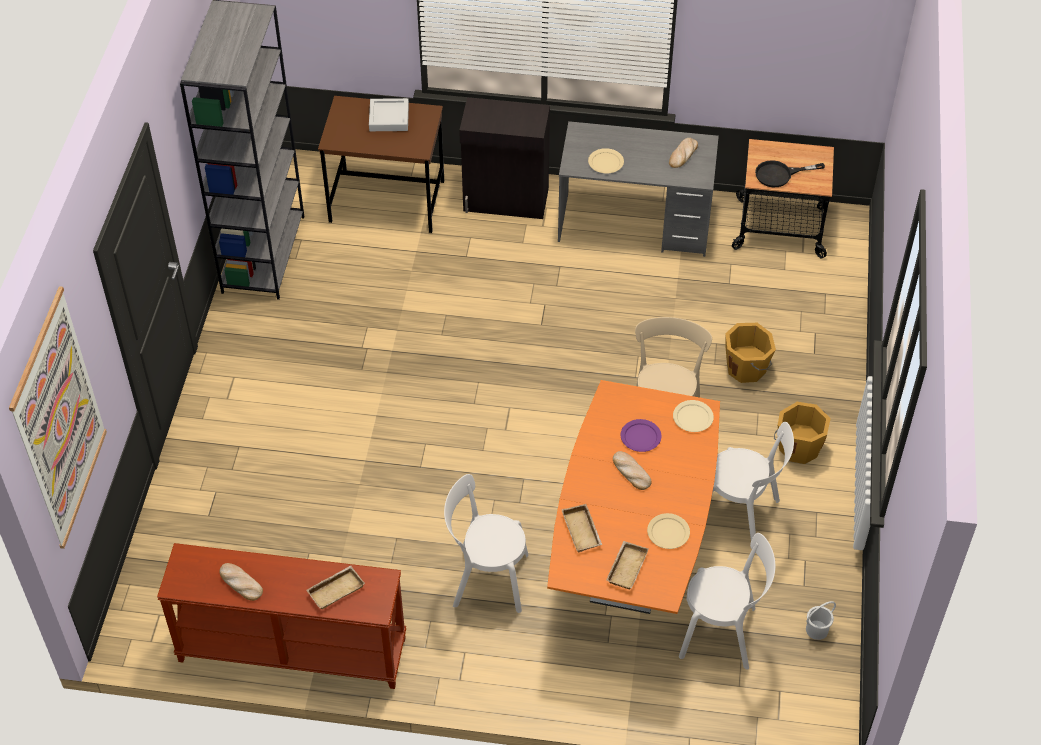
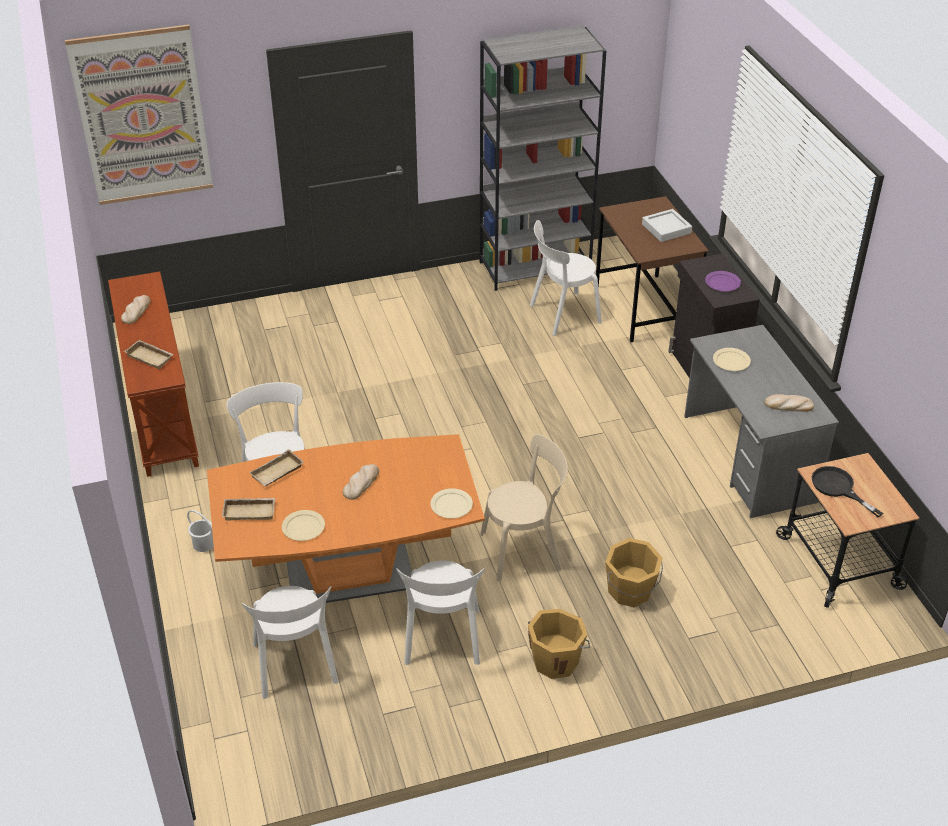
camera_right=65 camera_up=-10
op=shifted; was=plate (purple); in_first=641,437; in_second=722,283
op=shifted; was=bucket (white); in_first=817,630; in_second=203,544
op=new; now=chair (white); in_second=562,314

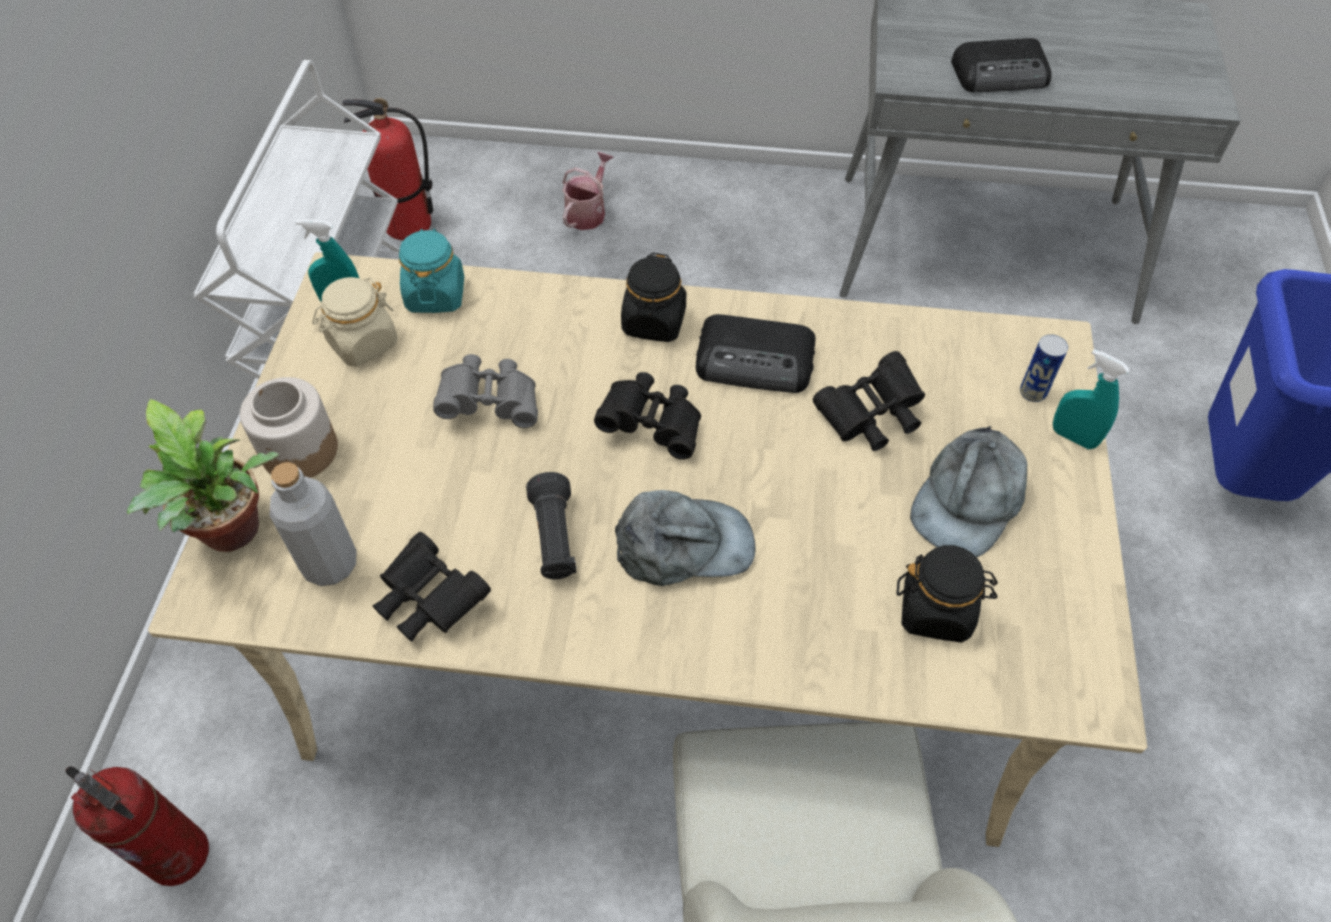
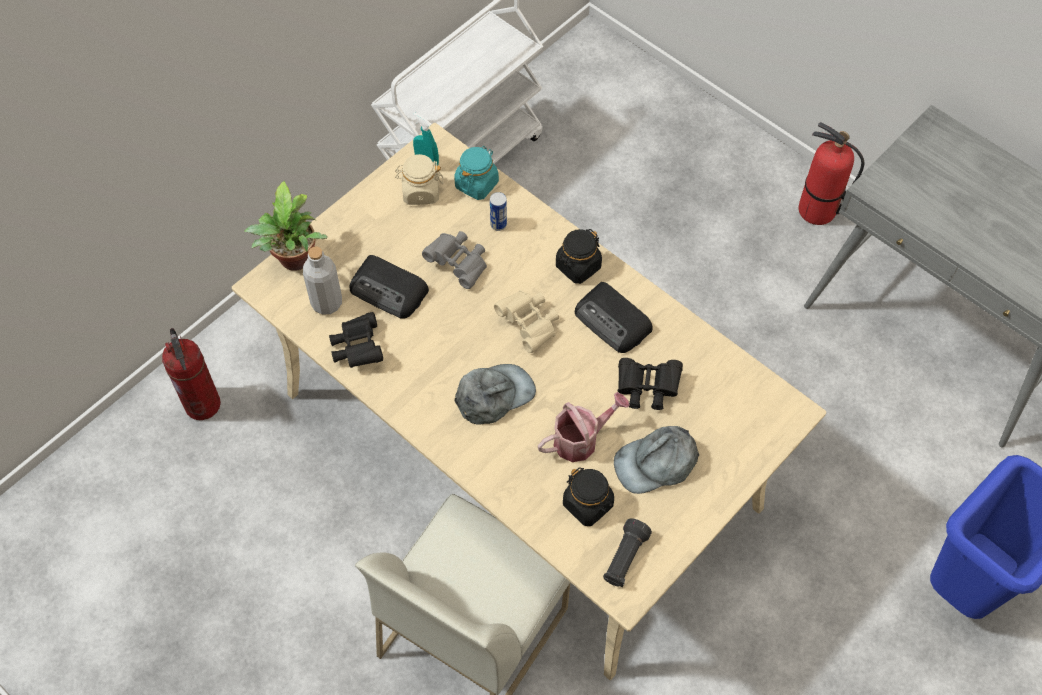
camera_right=35 camera_up=5
op=shifted; was=radio; in_first=1001,74; in_second=390,291
op=shifted; was=fire extinguisher; in_first=407,225; in_second=816,211
op=shifted; was=watering can; in_first=588,212; in_second=581,439
op=shifted; was=can; in_first=1033,392; in_second=498,224
op=gone; was=spray bottle (turquoise); in_first=1073,437
op=repainted; was=binoculars (black); now=binoculars (beige); in_first=653,425; in_second=529,324
op=gone; was=jar; in_first=299,450
op=shifted; was=flashlight (black); in_first=554,539; in_second=624,558
op=rotated; was=cap (grey); in_first=683,544; in_second=494,395; clockwise=-60

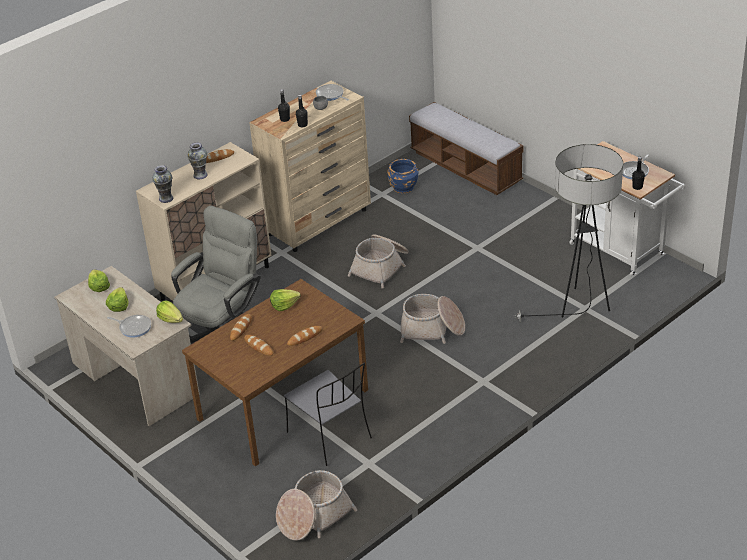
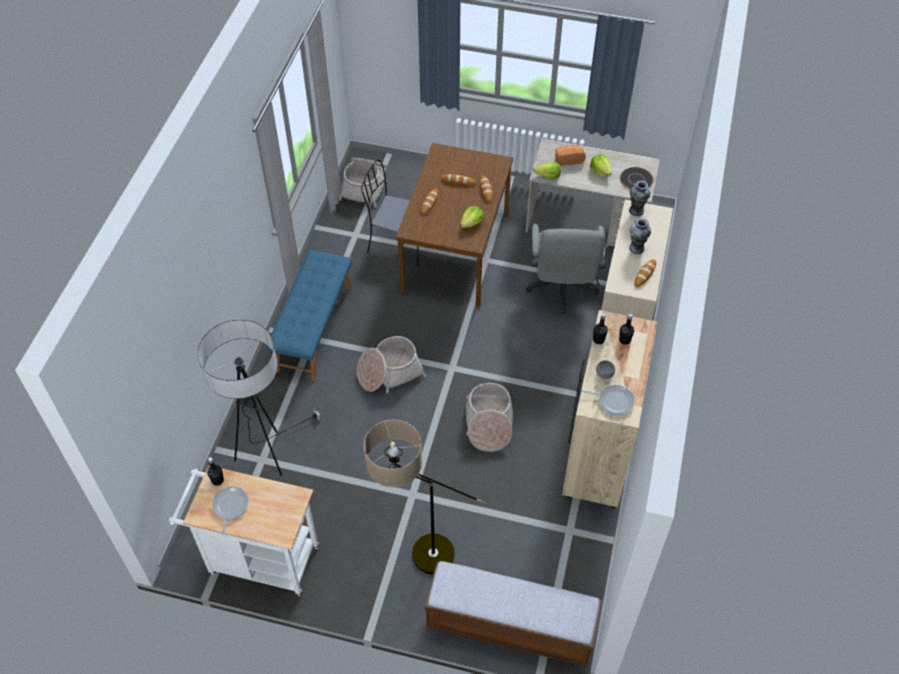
camera_right=145 camera_up=15
op=gone; was=planter (blue); in_first=403,187
op=swapped; was=lettuce; now=plate (black); in_first=99,287; in_second=636,179
op=swapped; was=frying pan; now=bread; in_first=134,327; in_second=568,159
op=new; now=bench (blue); in_second=314,328
op=new; now=floor lamp; in_second=415,554

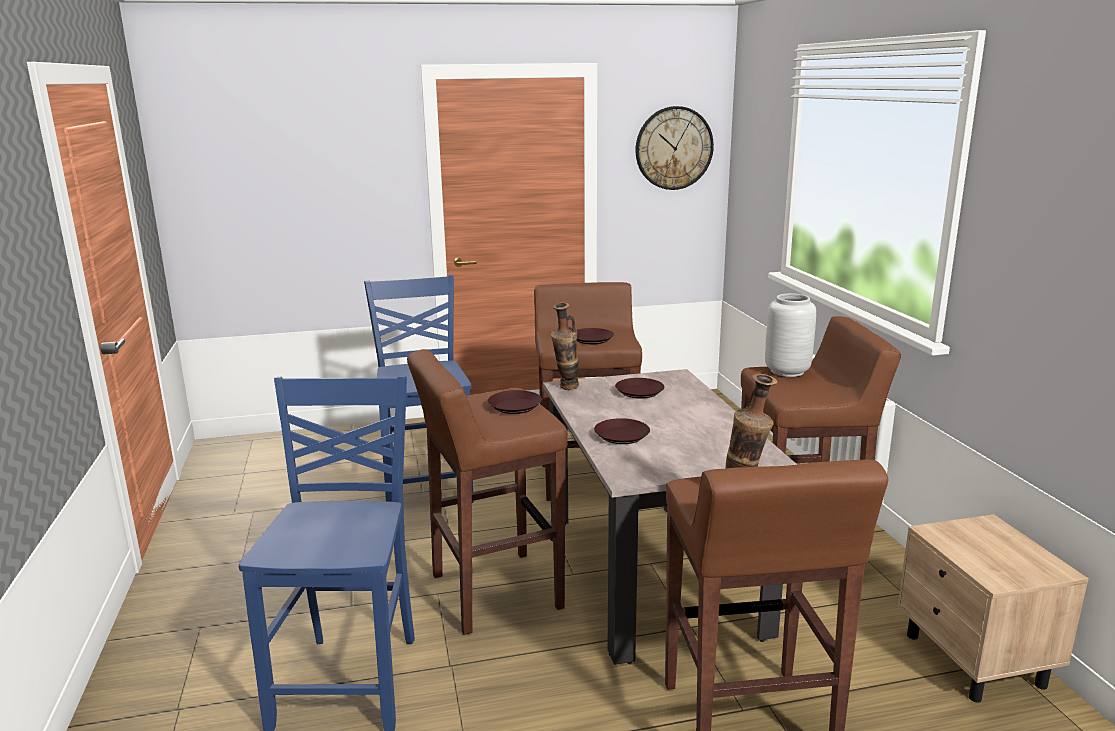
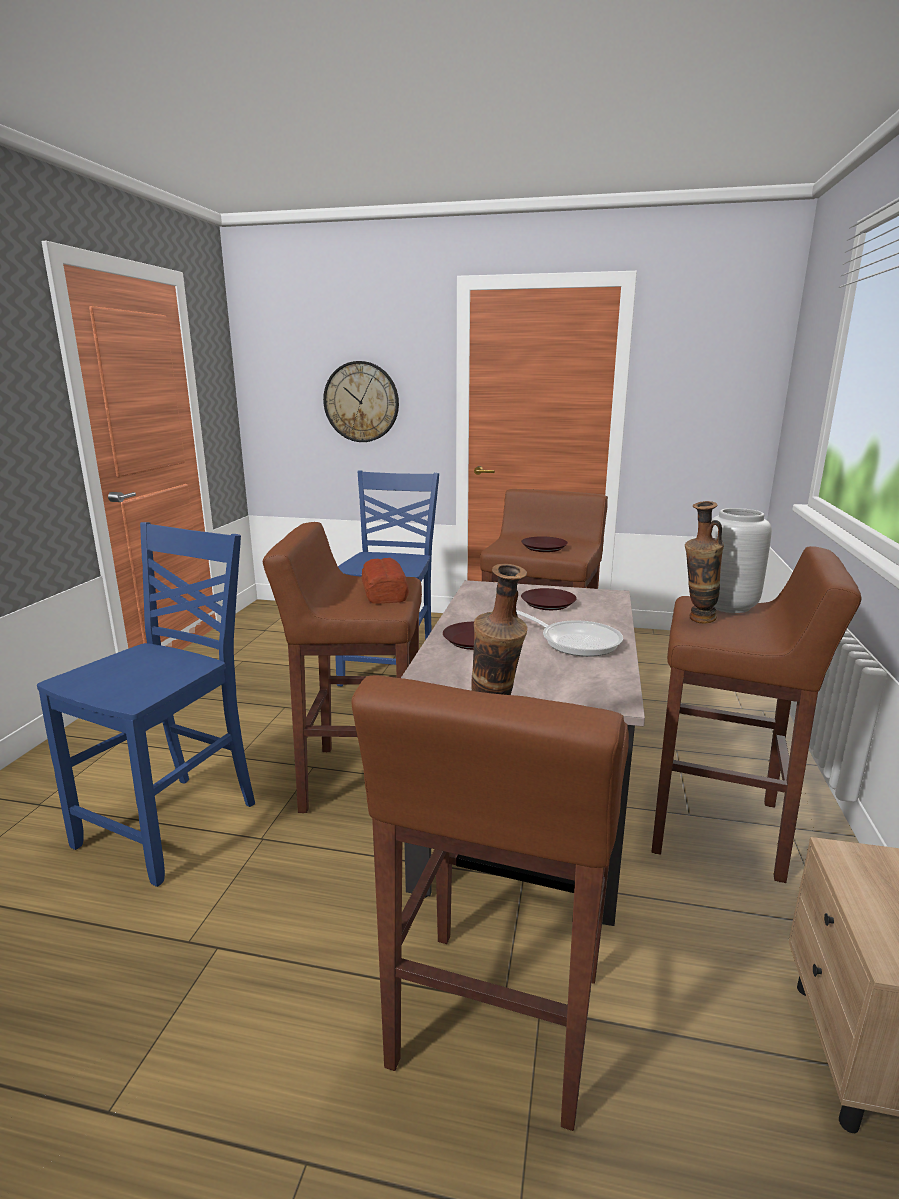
camera_right=25 camera_up=0
op=shifted; was=wall clock; in_first=674,148; in_second=361,402
op=shifted; was=vase; in_first=566,389; in_second=696,621
op=swapped; was=plate (brown); now=bread; in_first=515,406; in_second=385,591
op=new; now=frying pan; in_second=574,641

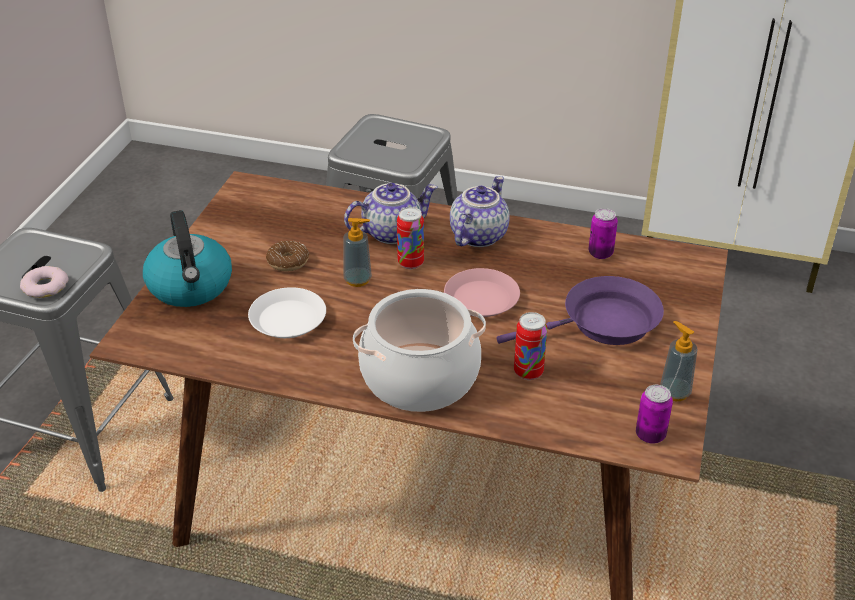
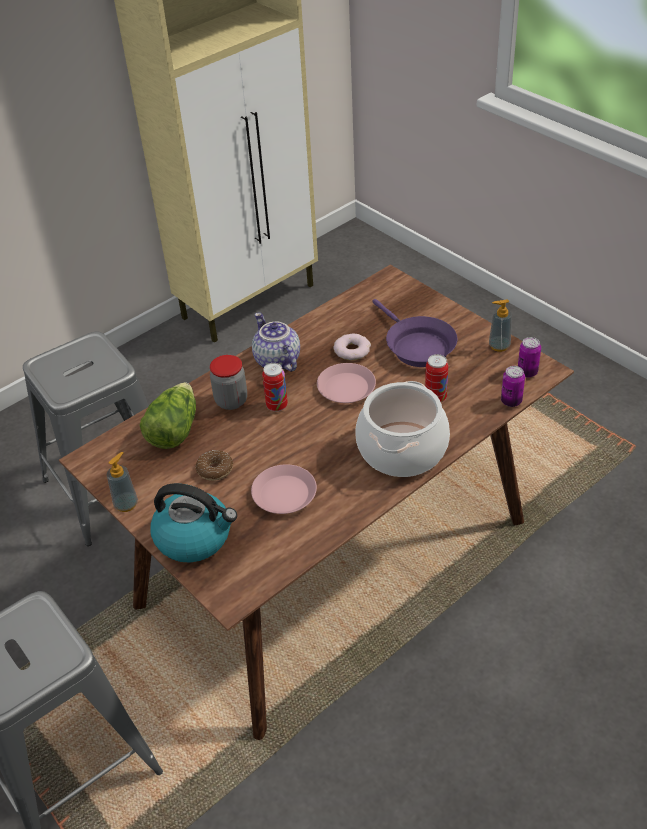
camera_right=-55 camera_up=5
op=swapped; was=teapot; now=jar; in_first=391,232; in_second=231,401
op=shifted; was=can; in_first=600,253; in_second=511,401
op=shifted; was=soap dispenser; in_first=357,280; in_second=126,504
op=shifted; was=donut; in_first=45,286; in_second=352,350
op=rotated; was=frying pan (purple); in_first=603,324; in_second=416,346; clockwise=135
op=repainted; was=plate (white); now=plate (pink); in_first=287,319; in_second=284,494
op=new; now=lettuce; in_second=173,430

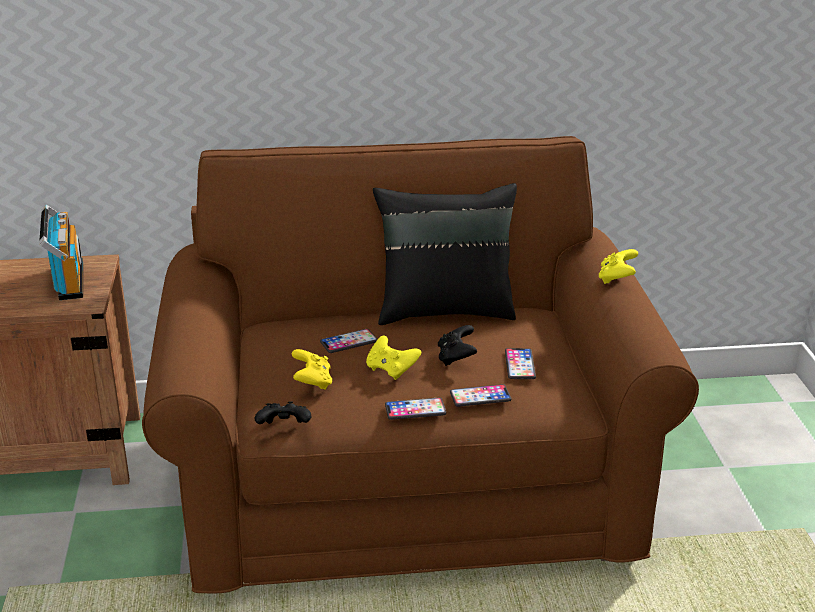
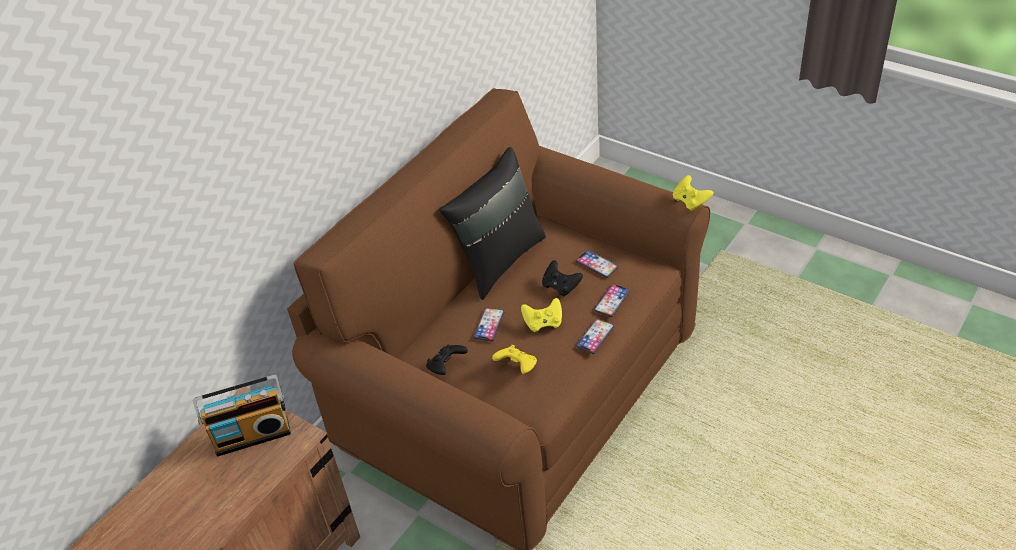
camera_right=-45 camera_up=15
op=rotated; was=radio; in_first=66,281; in_second=252,434; clockwise=135
op=shifted; was=game controller (yellow); in_first=616,278; in_second=690,202
op=shifted; was=game controller (black); in_first=284,428; in_second=446,367

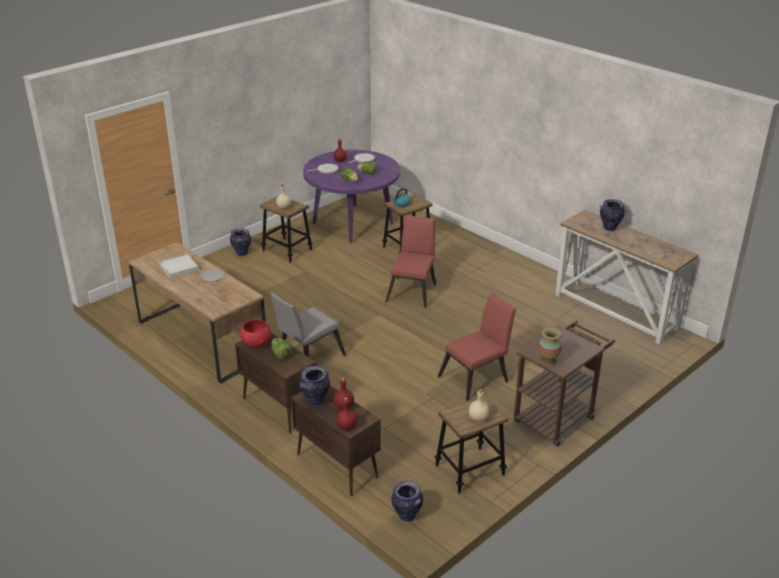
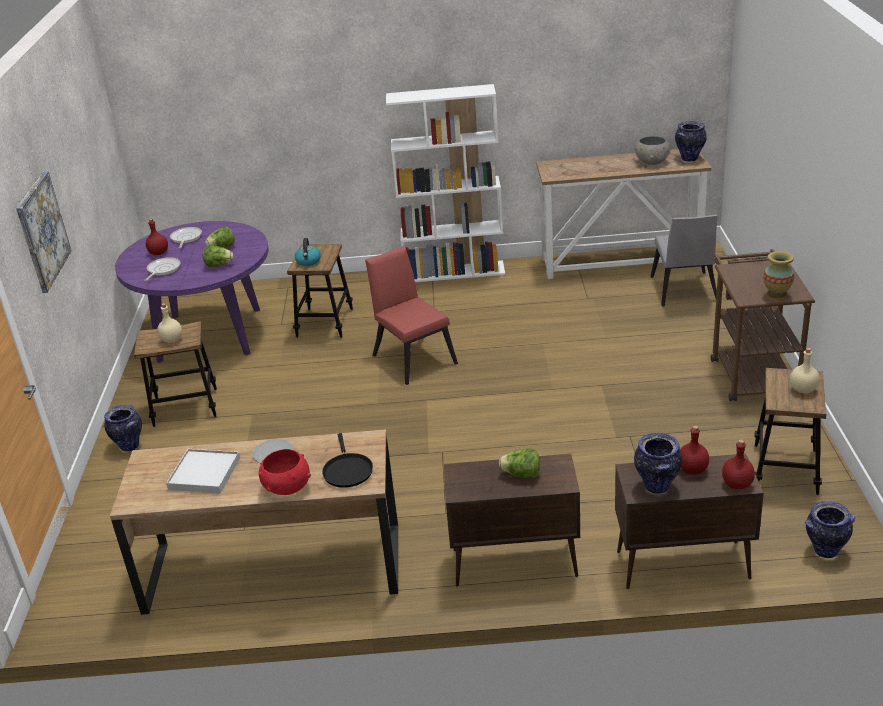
camera_right=-45 camera_up=0
op=shifted; was=vase; in_first=610,228; in_second=689,158
op=shifted; was=chair (grey); in_first=307,357; in_second=683,291
op=gone; was=chair (red); in_first=477,378
op=shifted; was=bowl (red); in_first=256,343; in_second=287,488
op=new; now=bookcase (white); in_second=455,272
op=new; now=bowl (grey); in_second=652,162
op=new; now=picture; in_second=42,231
op=new; now=frying pan (black); in_second=347,471

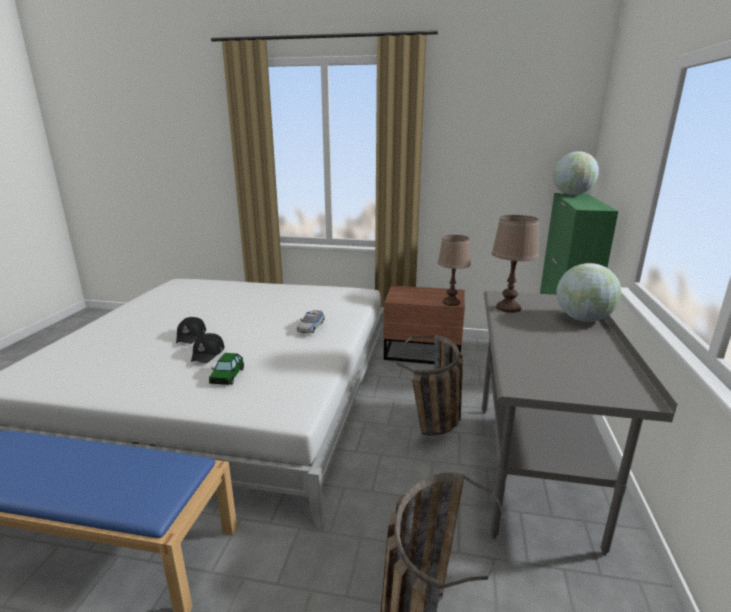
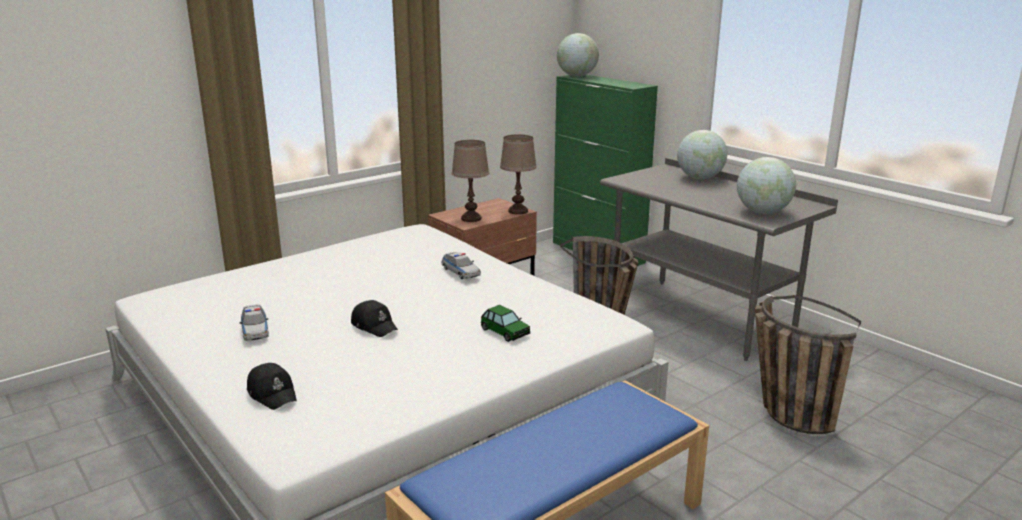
camera_right=-50 camera_up=0
op=shifted; was=table lamp (brown); in_first=508,308; in_second=471,218
op=shifted; was=cap (black); in_first=208,354; in_second=272,393
op=new; now=globe; in_second=762,212
op=new; now=toy car; in_second=255,330

